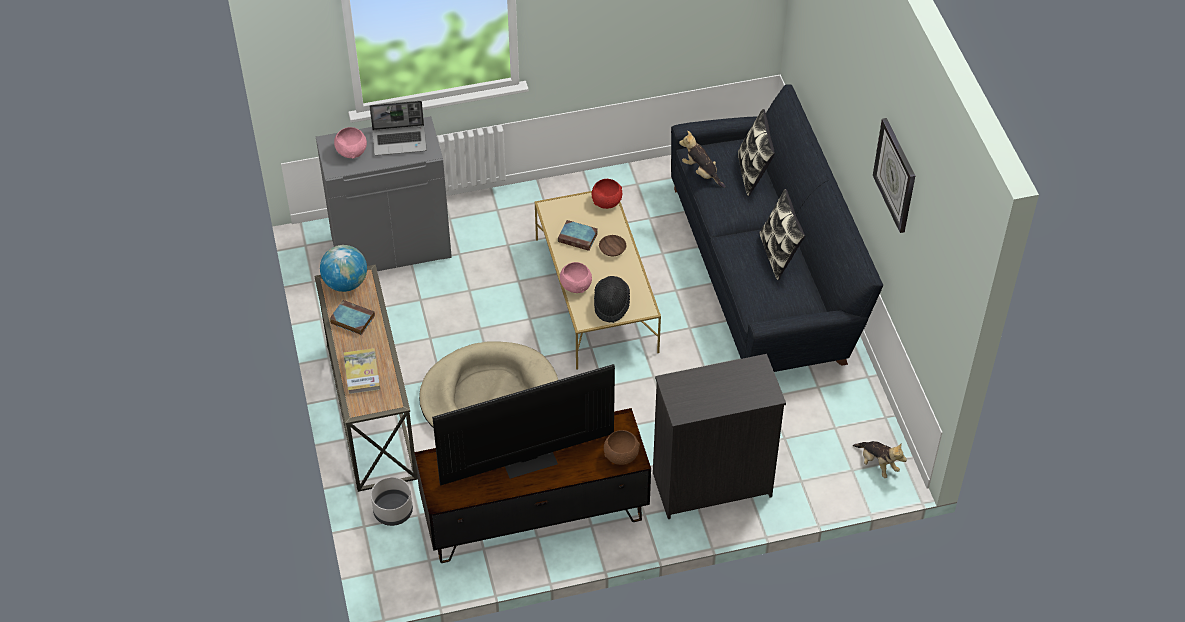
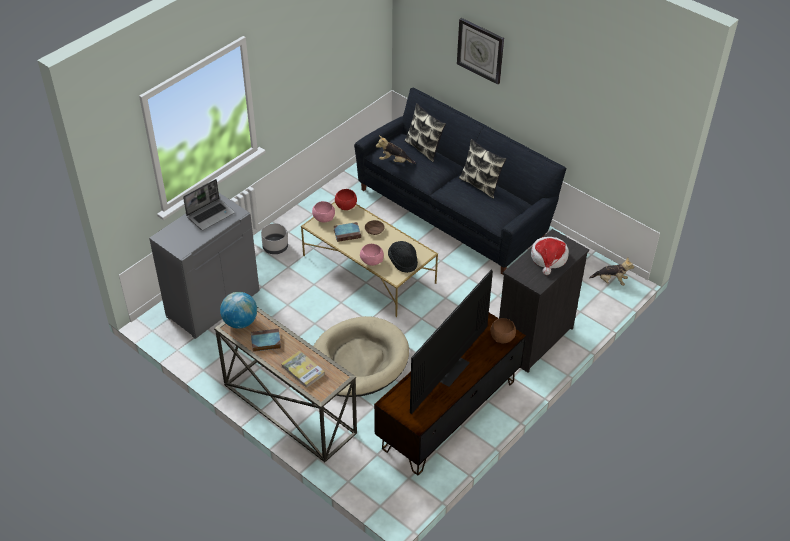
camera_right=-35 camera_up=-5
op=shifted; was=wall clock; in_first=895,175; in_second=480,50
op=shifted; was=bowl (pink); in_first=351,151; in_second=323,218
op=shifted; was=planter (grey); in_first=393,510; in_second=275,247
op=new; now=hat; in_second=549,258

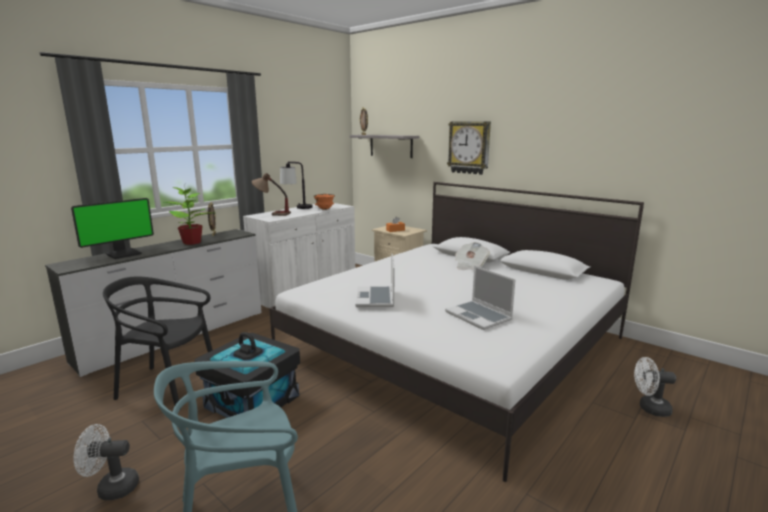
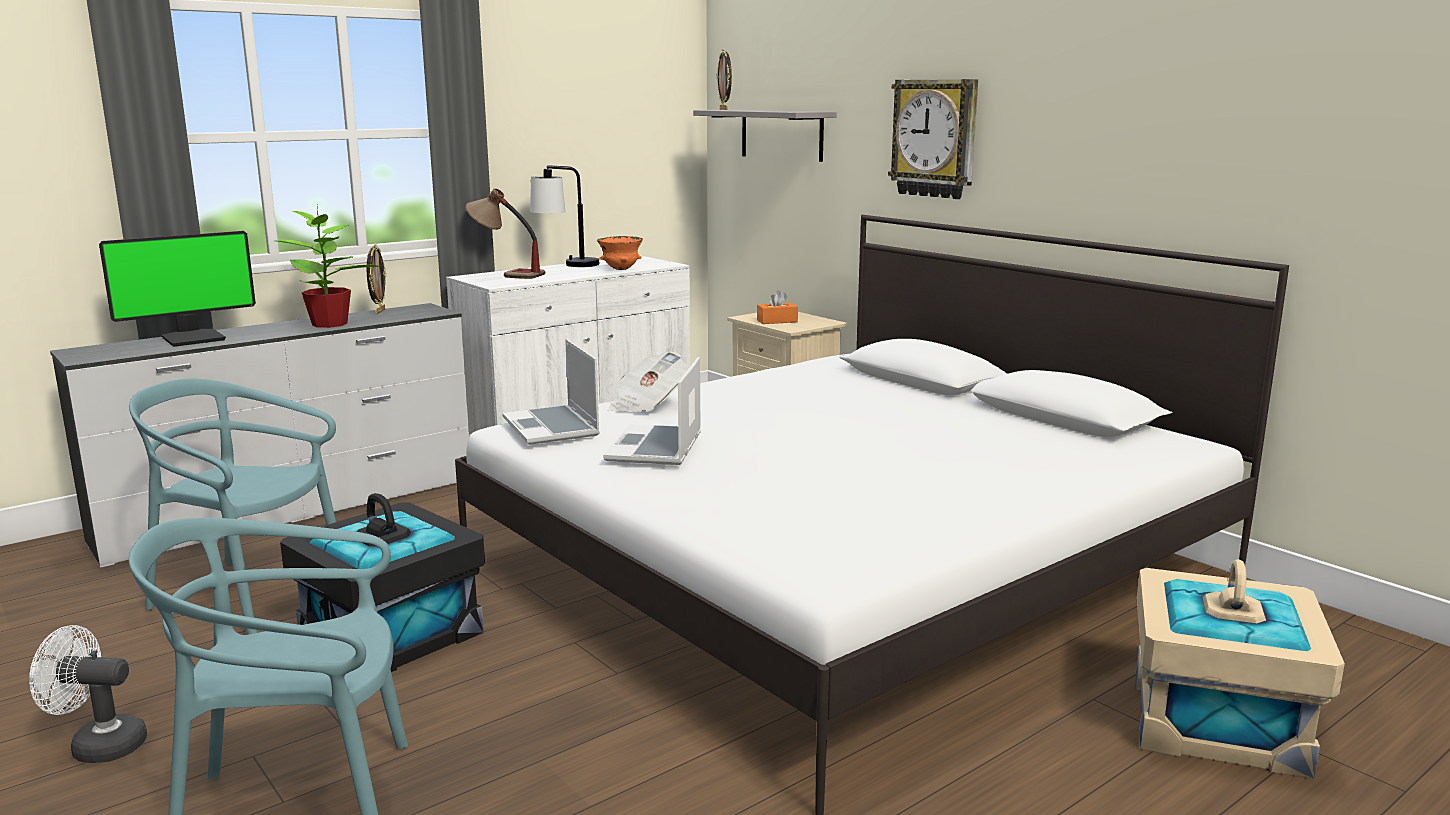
camera_right=10 camera_up=0
op=shifted; was=newspaper; in_first=470,266; in_second=648,404
op=shifted; was=laptop; in_first=479,316; in_second=552,427
op=repainted; was=chair (black); now=chair (turquoise); in_first=168,385; in_second=248,595
op=swapped; was=fan (white); now=storage box (beige); in_first=649,408; in_second=1218,722

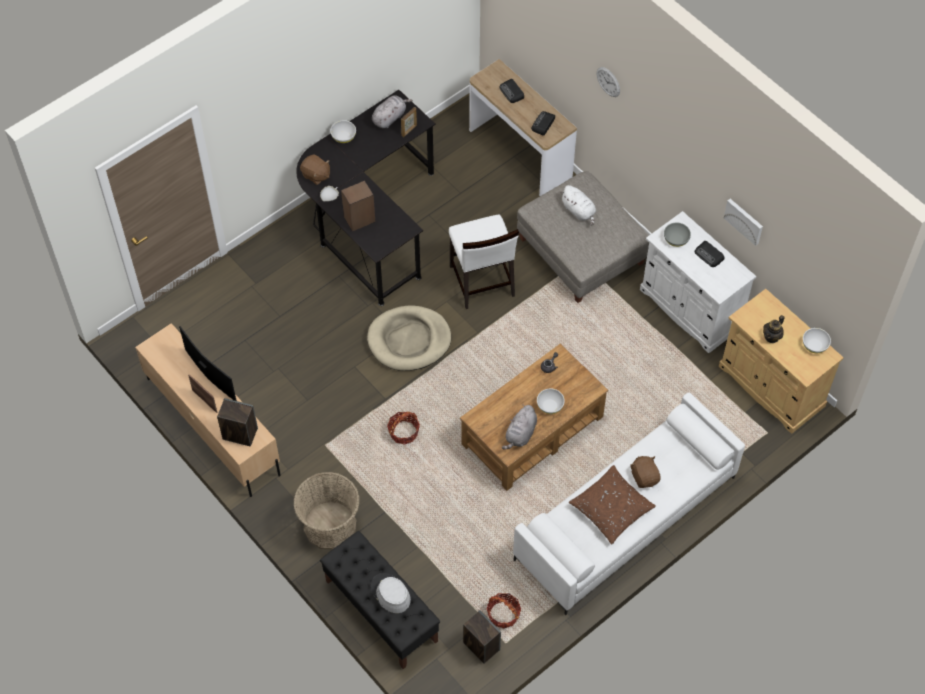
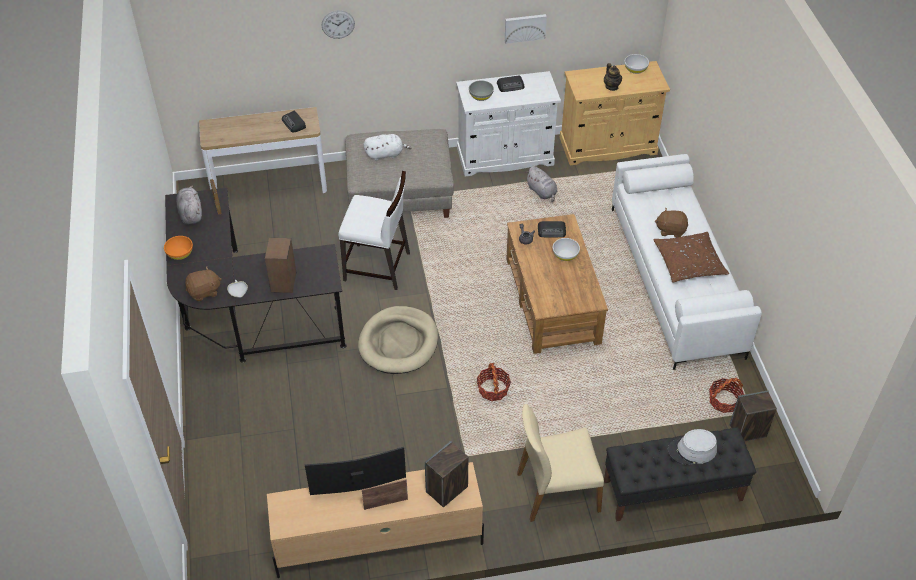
camera_right=-60 camera_up=-10
op=shifted; was=radio; in_first=512,93; in_second=552,231
op=repainted; was=bowl (white); now=bowl (orange); in_first=343,137; in_second=180,253
op=shifted; was=plush toy (grey); in_first=520,434; in_second=542,192
op=swapped; was=basket; now=chair (beige); in_first=330,525; in_second=556,491

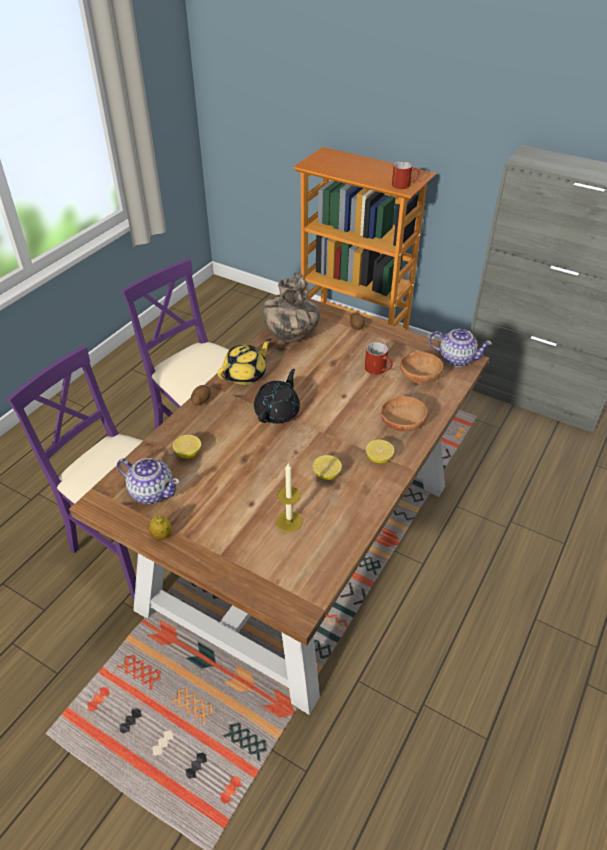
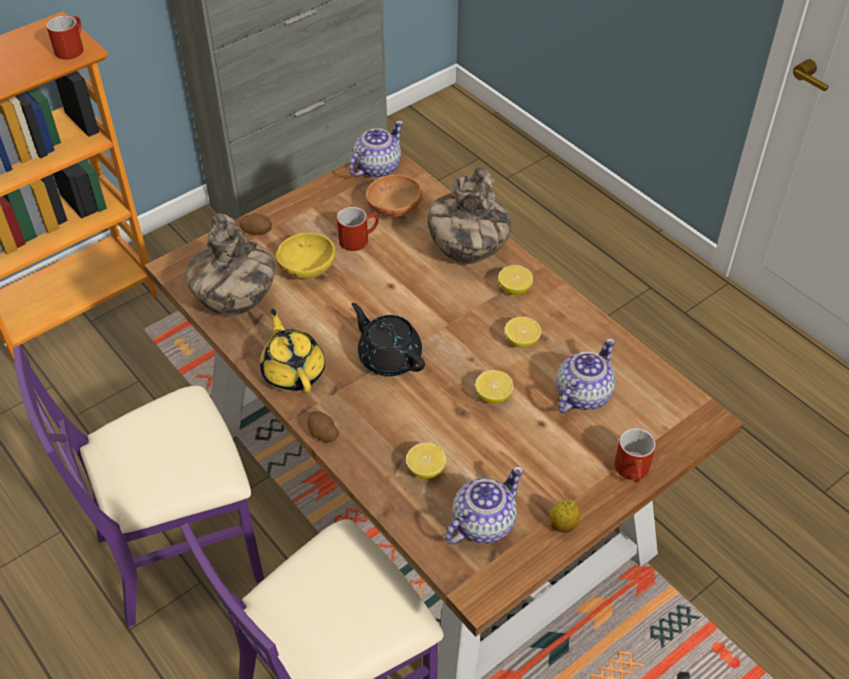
camera_right=-70 camera_up=5
op=swapped; was=bowl (brown); now=vase; in_first=401,424; in_second=467,252
op=swapped; was=candle; now=teapot; in_first=289,521; in_second=582,395
op=new; now=bowl (yellow); in_second=307,269
op=new; now=lemon; in_second=493,395
op=new; now=mug (red); in_second=633,471

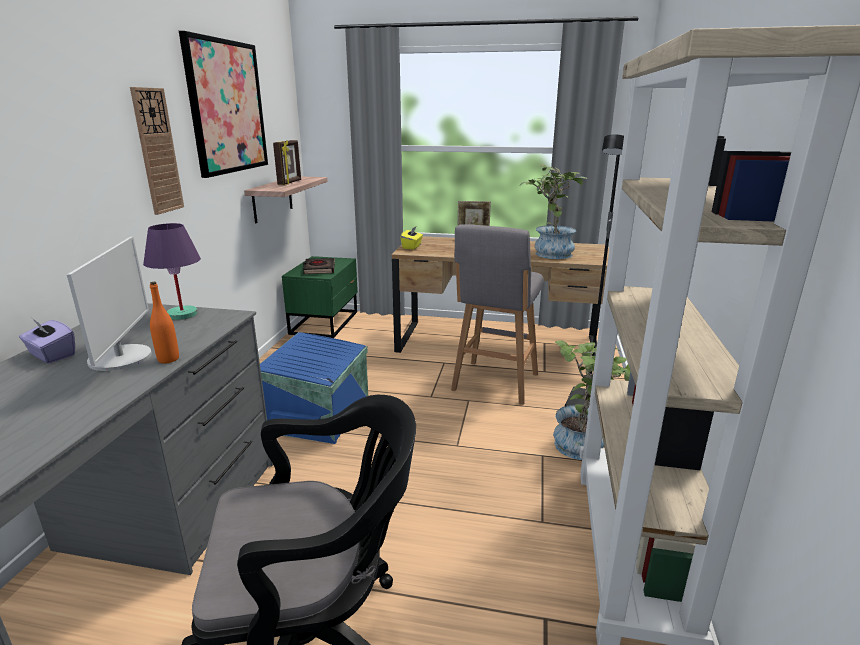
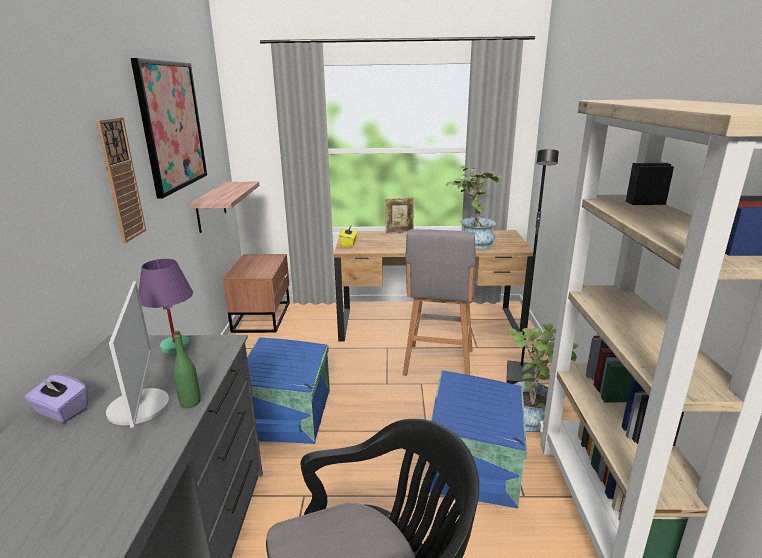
camera_right=-10 camera_up=0
op=gone; was=picture frame; in_first=290,182
op=repainted; was=nightstand (green); now=nightstand (brown); in_first=326,322; in_second=263,316
op=gone; was=book (black); in_first=319,269
op=repainted; was=bottle (orange); now=bottle (green); in_first=168,359; in_second=190,402
op=new; now=storage box (blue); in_second=476,462

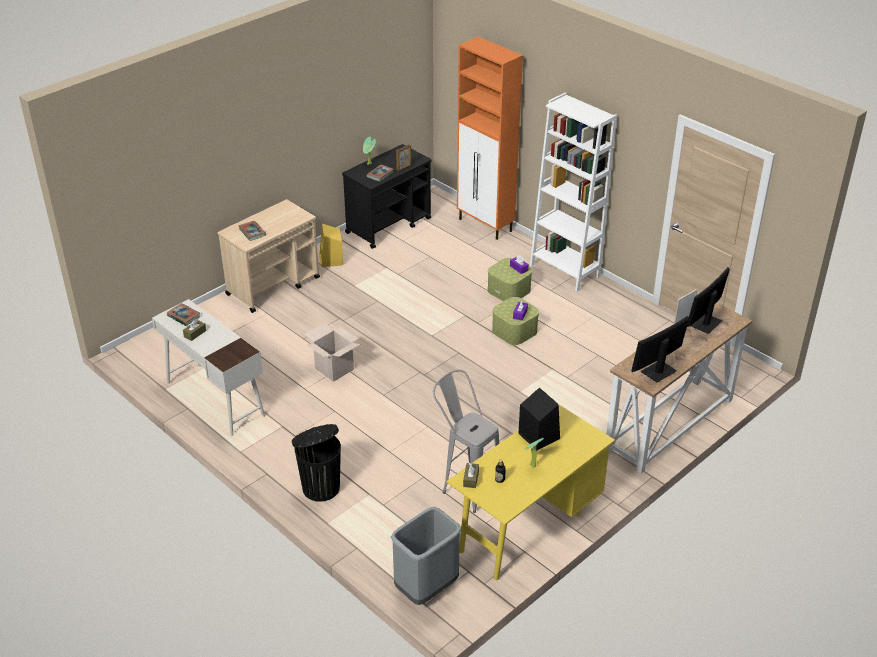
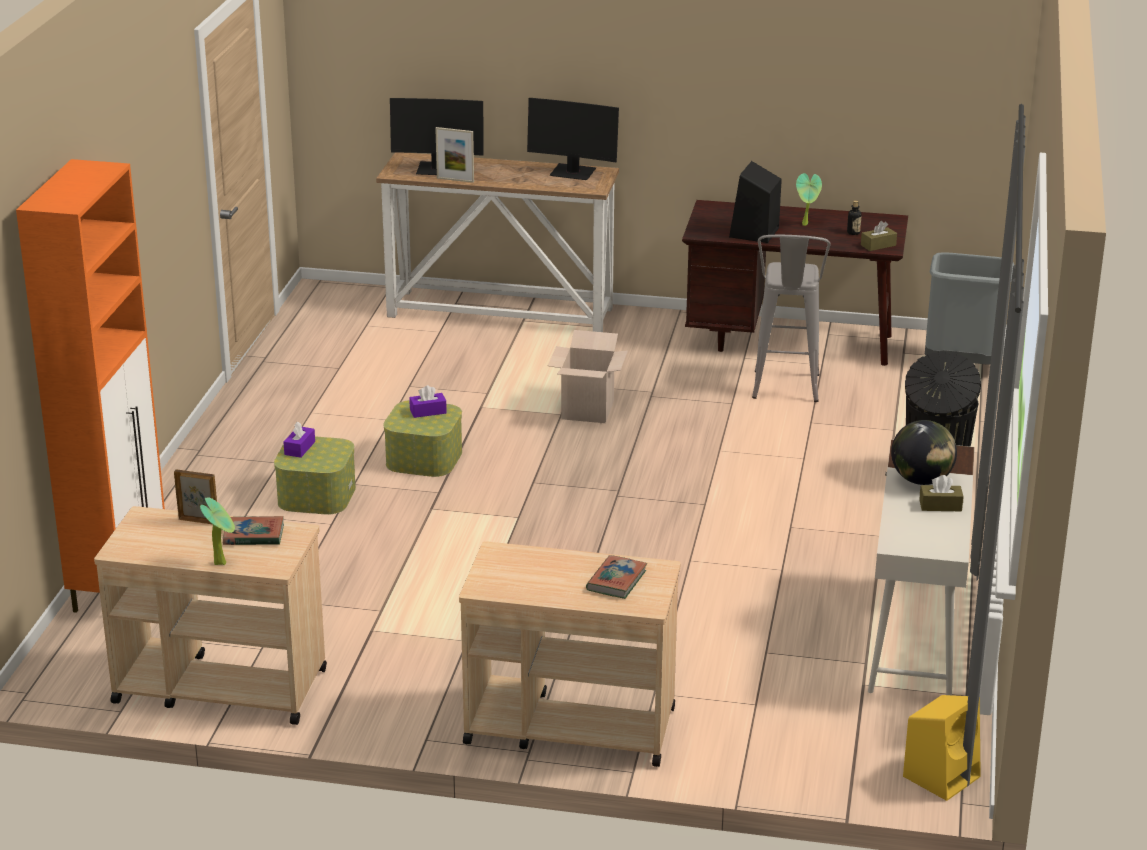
camera_right=-125 camera_up=-10
op=gone; was=bookcase (white); in_first=564,271
op=repainted; was=cart (black); now=cart (beige); in_first=389,225; in_second=218,686
op=shifted; was=speaker (yellow); in_first=331,260; in_second=942,775
op=gone; was=book; in_first=183,316
op=shifted; was=cardboard box; in_first=334,369; in_second=587,410
op=repainted; was=desk (yellow); now=desk (brown); in_first=528,526; in_second=790,342
op=new; now=globe; in_second=921,480

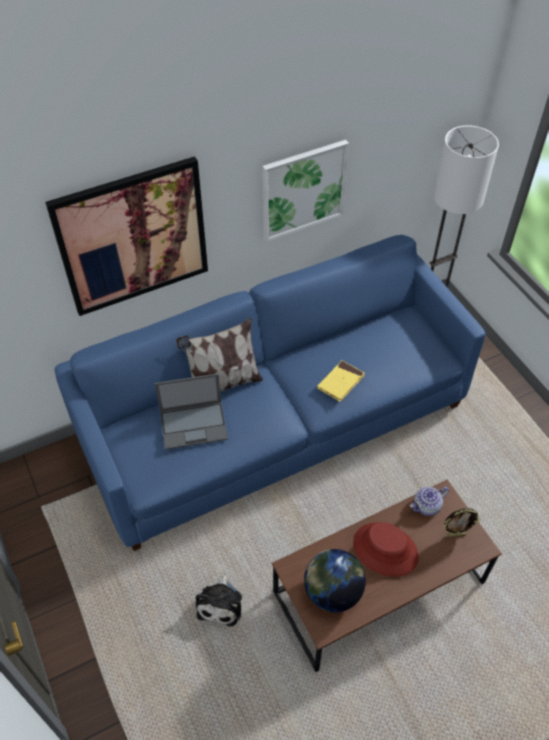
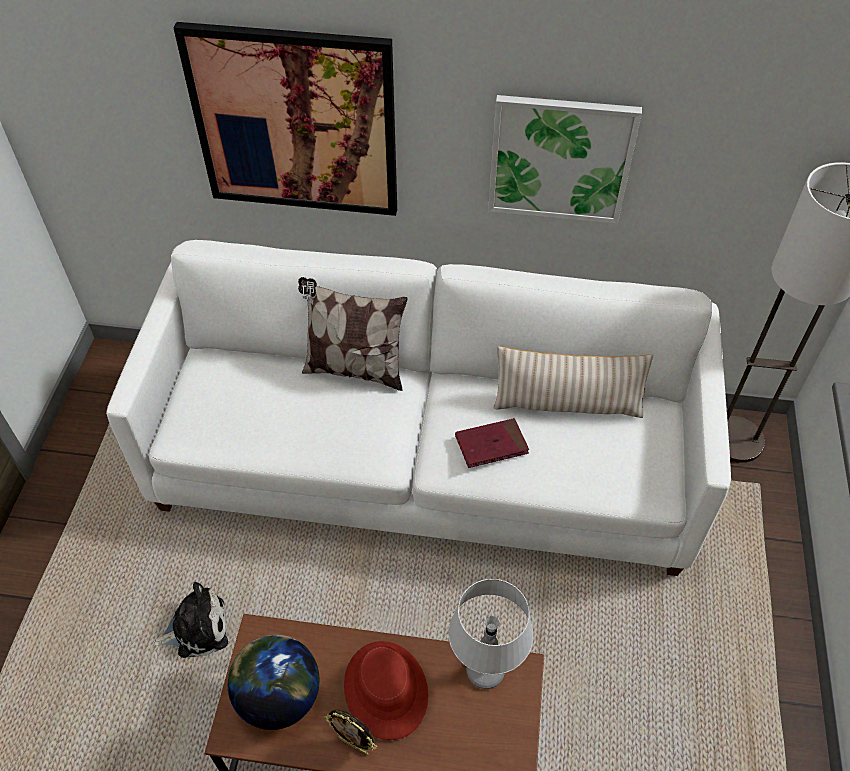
camera_right=35 camera_up=0
op=repainted; was=sofa (blue); now=sofa (white); in_first=275,423; in_second=426,461
op=repainted; was=book (yellow); now=book (red); in_first=340,382; in_second=491,445
op=gone; was=laptop; in_first=194,425
op=swapped; was=teapot; now=table lamp (grey); in_first=426,506; in_second=485,672
op=shifted; was=picture frame; in_first=455,535; in_second=354,745
op=rotated; was=plush toy; in_first=221,603; in_second=196,628; clockwise=-150
op=new; now=pillow (beige); in_second=567,404

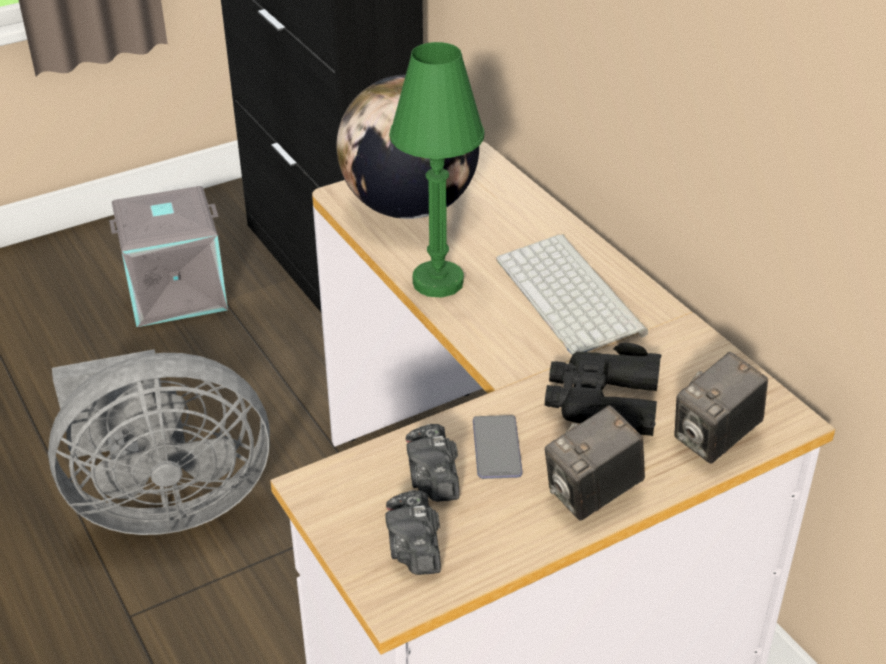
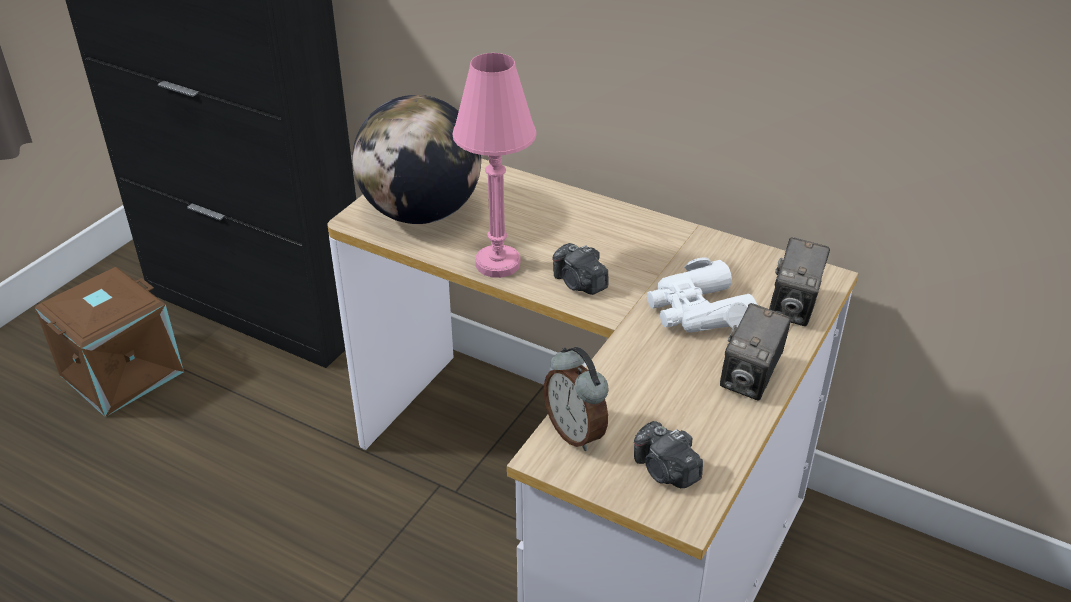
camera_right=-30 camera_up=0
op=repainted; was=table lamp (green); now=table lamp (pink); in_first=438,282; in_second=498,264
op=repainted; was=storage box (grey); now=storage box (brown); in_first=176,291; in_second=121,372
op=gone; was=keyboard; in_first=572,296
op=repainted; was=binoculars (black); now=binoculars (white); in_first=602,403; in_second=698,311
op=gone; was=fan (grey); in_first=165,504
op=gone; was=phone; in_first=496,448
op=shifted; was=photo camera; in_first=433,480; in_second=579,283
op=new; now=alarm clock; in_second=576,432

